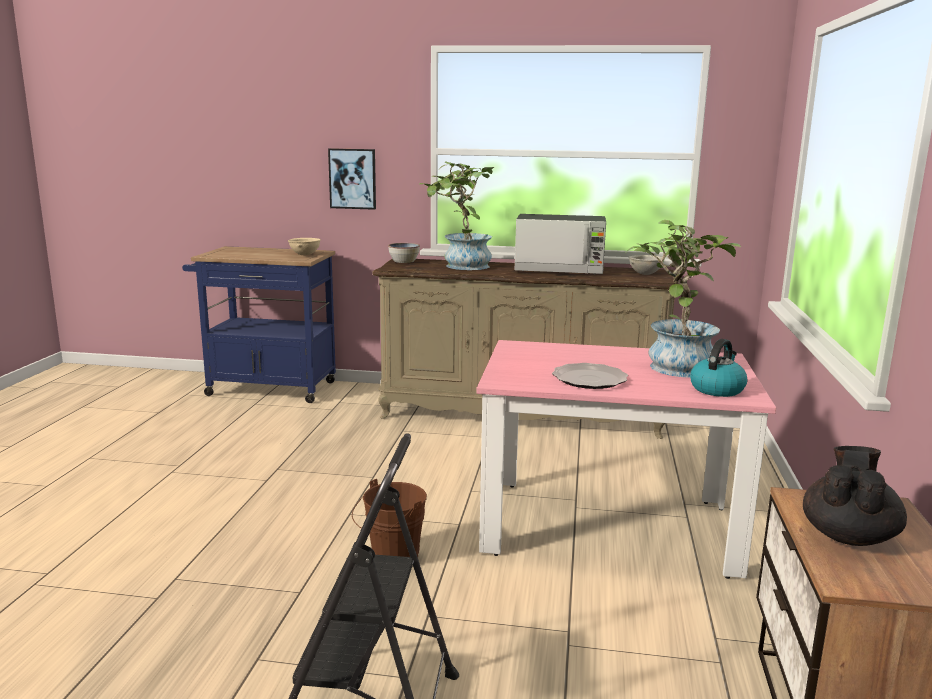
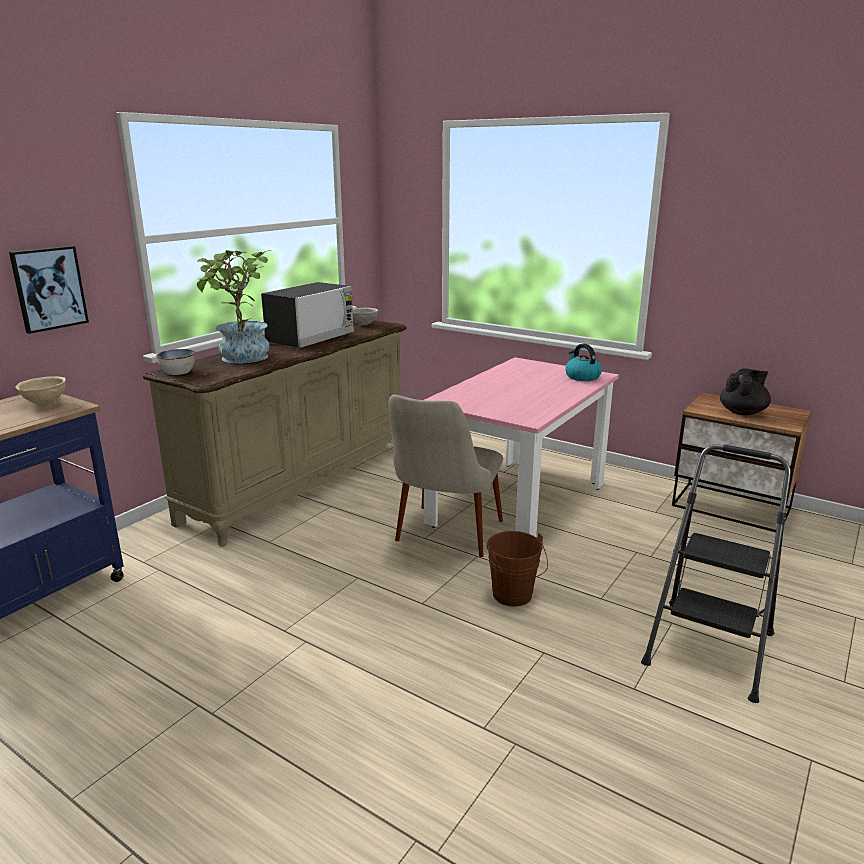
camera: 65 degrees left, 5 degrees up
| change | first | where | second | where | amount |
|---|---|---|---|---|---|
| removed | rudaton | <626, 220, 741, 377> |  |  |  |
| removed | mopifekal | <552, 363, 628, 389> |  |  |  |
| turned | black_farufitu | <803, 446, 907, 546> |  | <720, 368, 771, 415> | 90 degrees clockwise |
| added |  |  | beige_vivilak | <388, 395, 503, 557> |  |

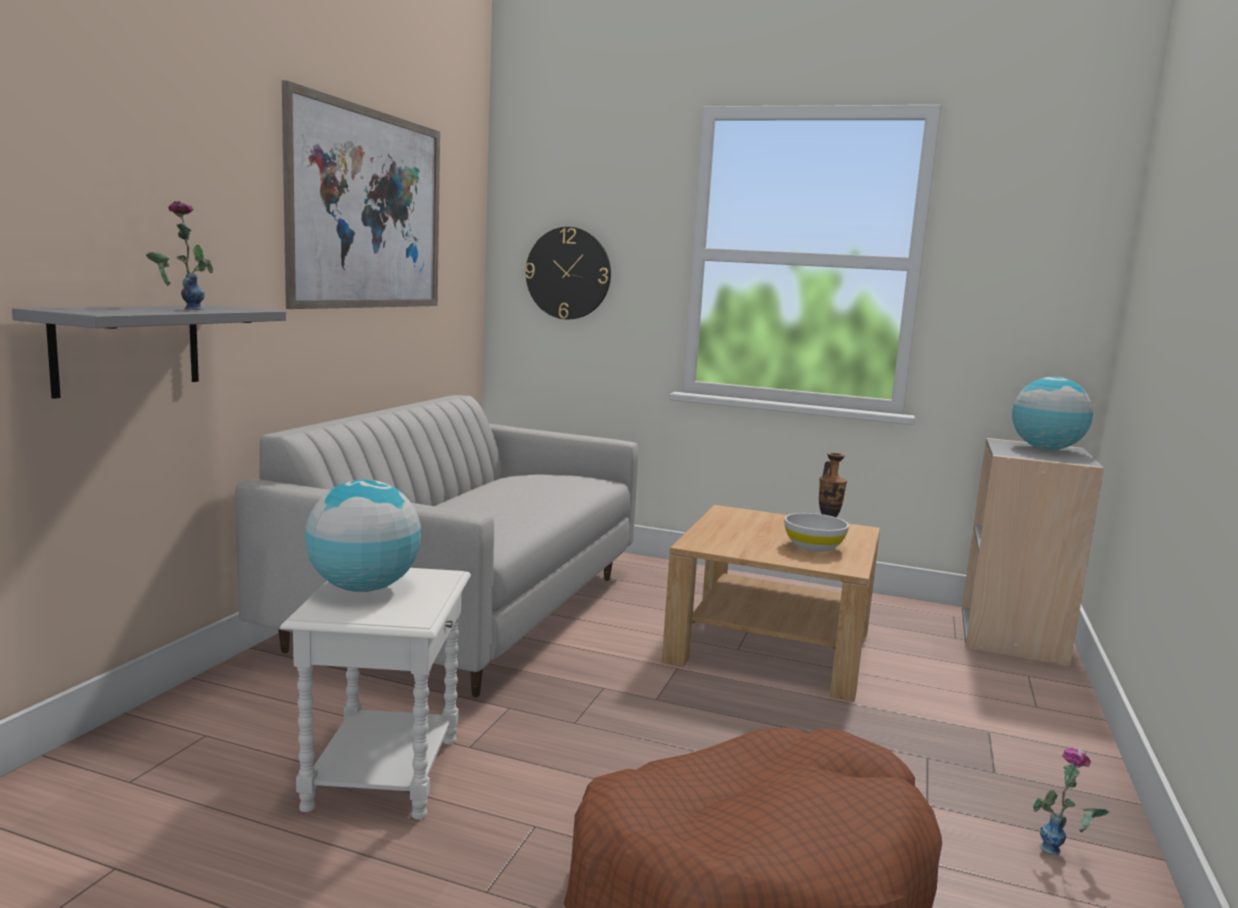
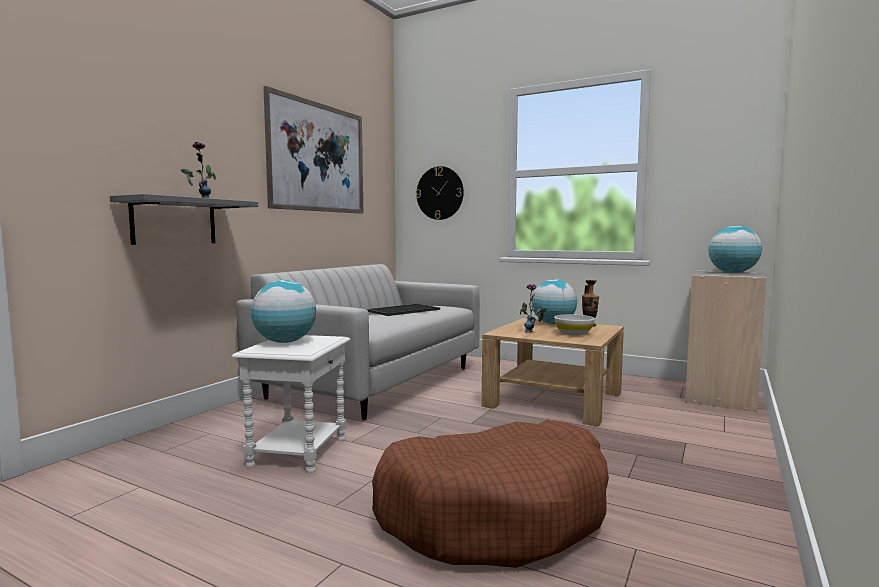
camera: 10 degrees right, 5 degrees down
| change | first | where | second | where | amount |
|---|---|---|---|---|---|
| moved | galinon | <1033, 747, 1109, 855> |  | <520, 284, 547, 332> |  |
| added |  |  | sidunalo | <532, 279, 577, 324> |  |
| added |  |  | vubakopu | <366, 304, 440, 316> |  |

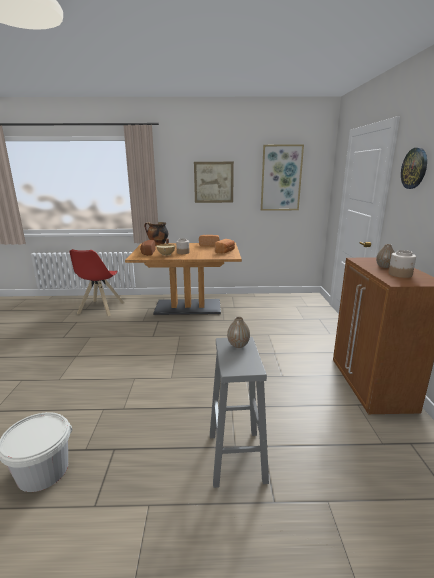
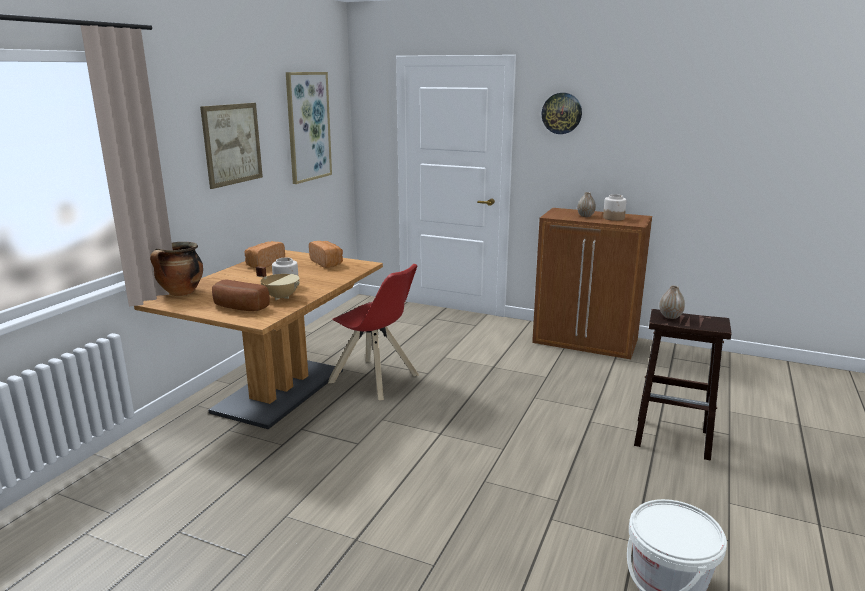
camera: 65 degrees left, 0 degrees up
| change | first | where | second | where | amount |
|---|---|---|---|---|---|
| moved | red_vivilak | <69, 249, 124, 316> |  | <328, 264, 419, 400> |  |
| recoloured | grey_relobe | <210, 337, 269, 488> | brown_relobe | <634, 309, 732, 460> |  |

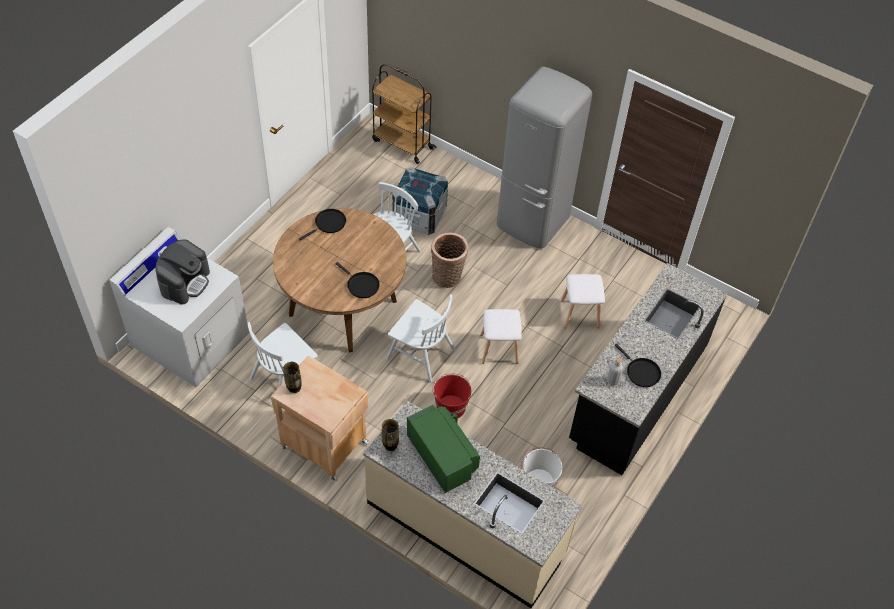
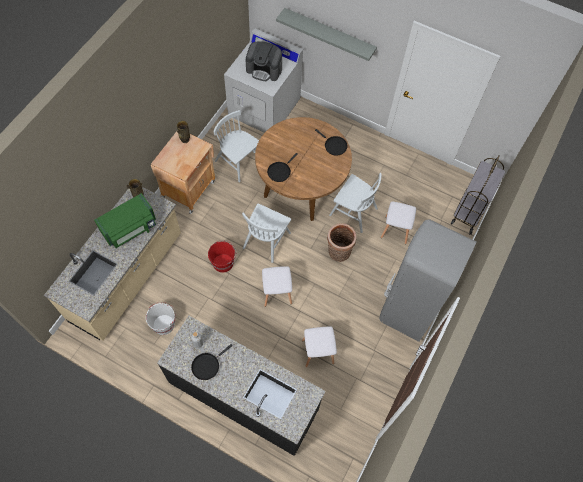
camera: 85 degrees right, 10 degrees up
| change | first | where | second | where | amount |
|---|---|---|---|---|---|
| recoloured | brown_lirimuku | <372, 64, 436, 164> | grey_lirimuku | <450, 155, 505, 235> |  |
| replaced | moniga | <392, 167, 448, 235> | white_relobe | <381, 201, 416, 244> |  |
| added |  |  | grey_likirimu | <276, 8, 377, 61> |  |

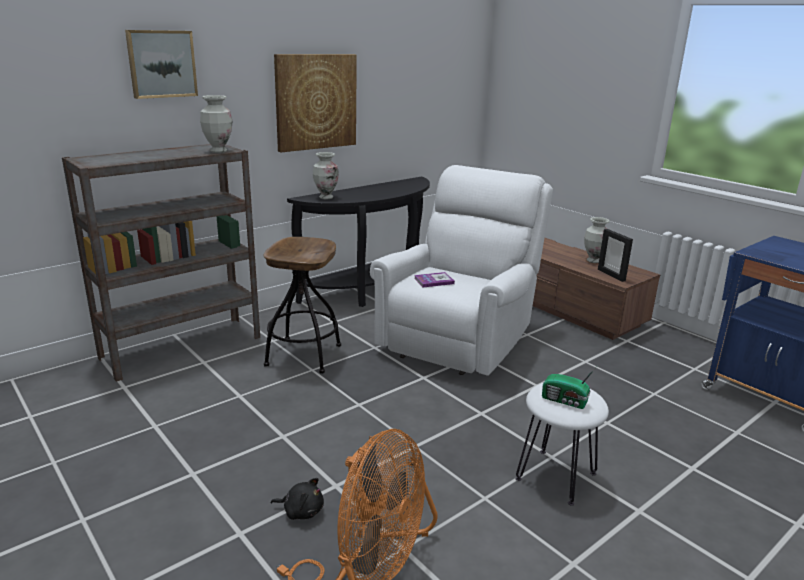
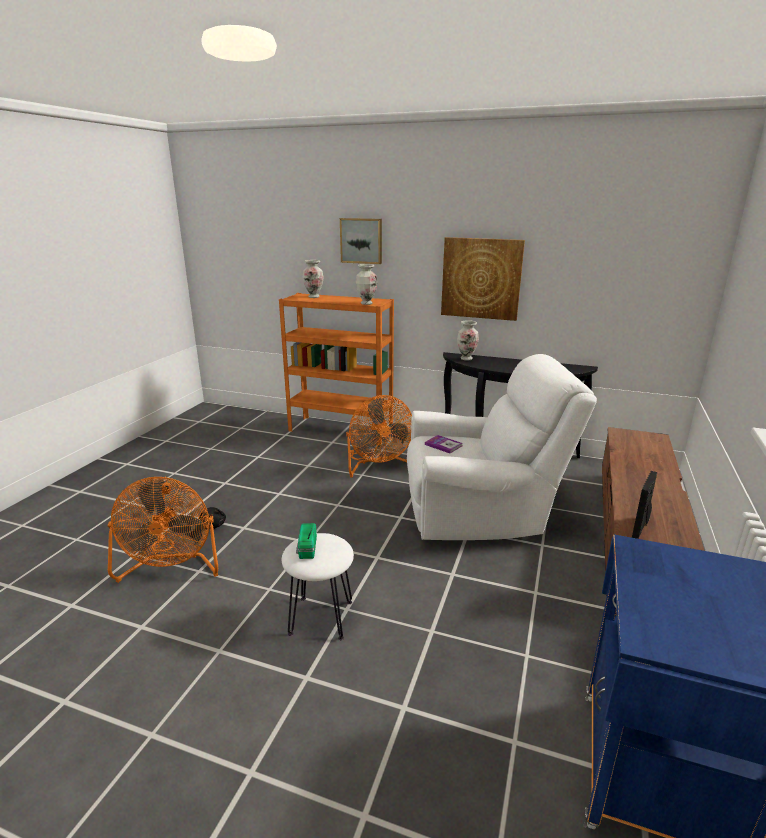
camera: 60 degrees right, 0 degrees up
| change | first | where | second | where | amount |
|---|---|---|---|---|---|
| recoloured | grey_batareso | <62, 144, 260, 382> | orange_batareso | <279, 293, 394, 444> |  |
| moved | galinon | <584, 217, 610, 263> |  | <303, 260, 324, 298> |  |
| replaced | brown_relobe | <263, 237, 341, 374> | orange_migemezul | <346, 395, 412, 478> |  |

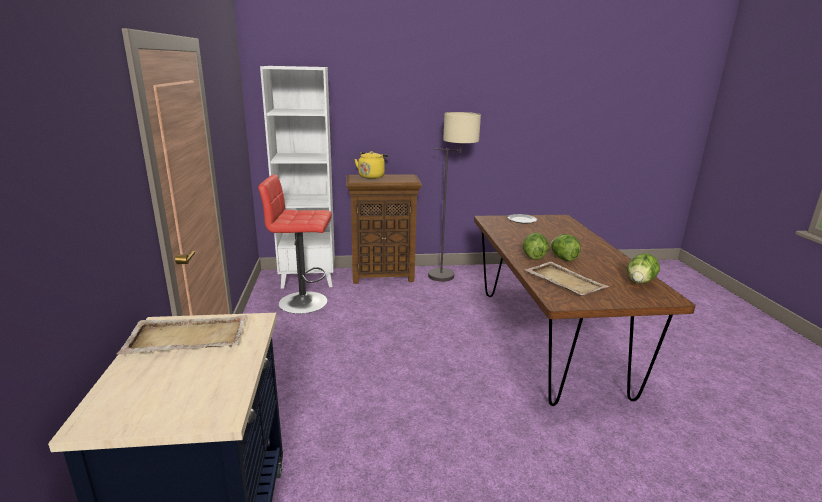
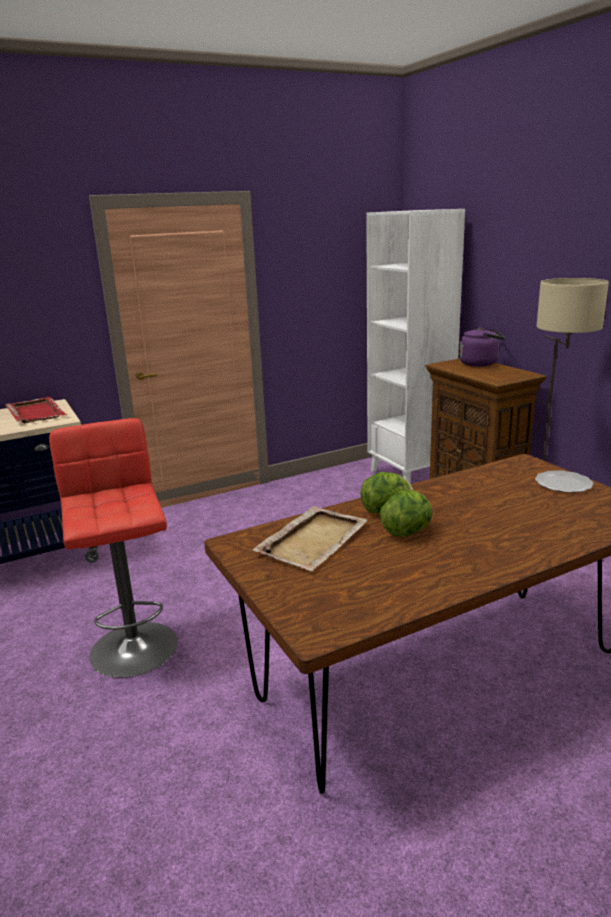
camera: 70 degrees right, 0 degrees up
| change | first | where | second | where | amount |
|---|---|---|---|---|---|
| recoloured | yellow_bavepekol | <355, 151, 389, 179> | purple_bavepekol | <459, 327, 505, 367> |  |
| moved | red_relobe | <258, 175, 332, 314> |  | <49, 418, 178, 678> |  |
| removed | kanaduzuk | <627, 253, 660, 284> |  |  |  |
| recoloured | beige_vubakopu | <117, 315, 247, 354> | red_vubakopu | <5, 397, 67, 423> |  |

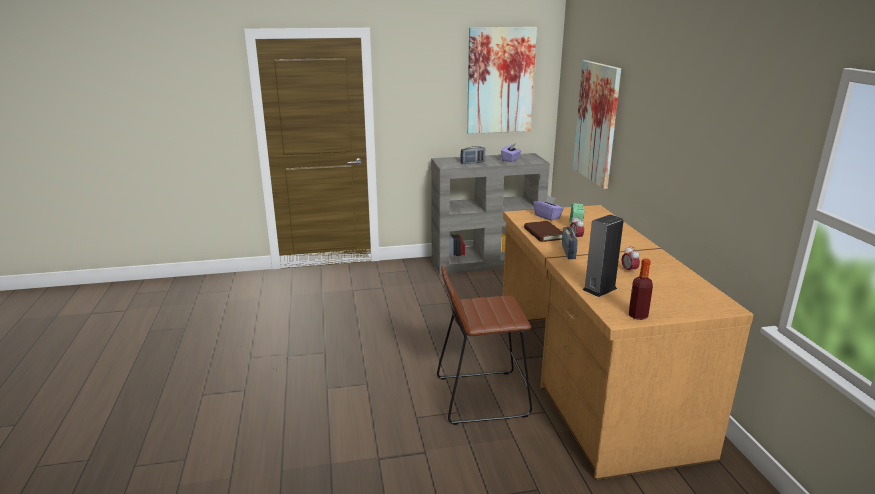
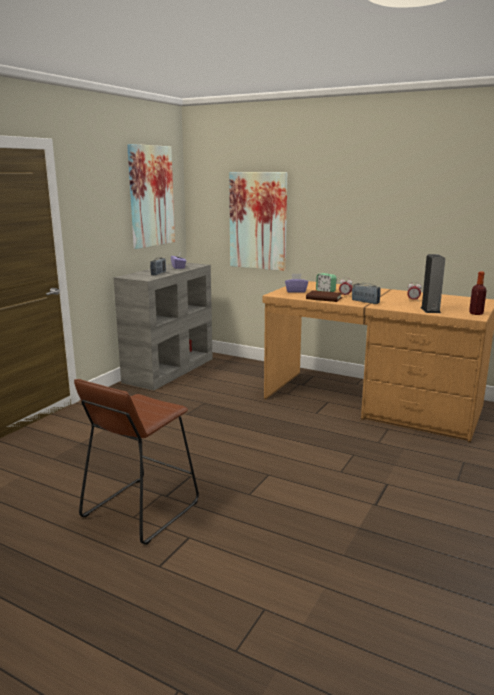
camera: 50 degrees left, 5 degrees down
| change | first | where | second | where | amount |
|---|---|---|---|---|---|
| moved | brown_relobe | <437, 265, 532, 425> |  | <74, 379, 199, 545> |  |

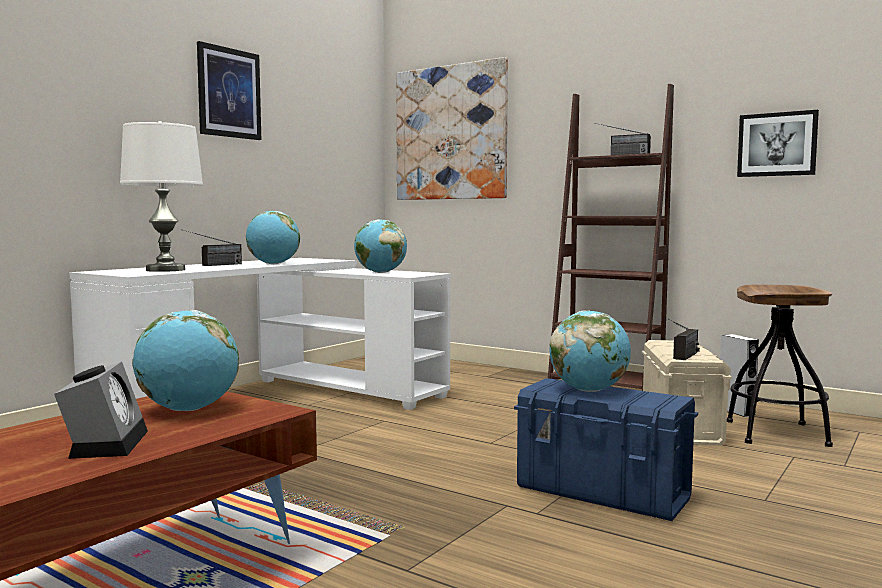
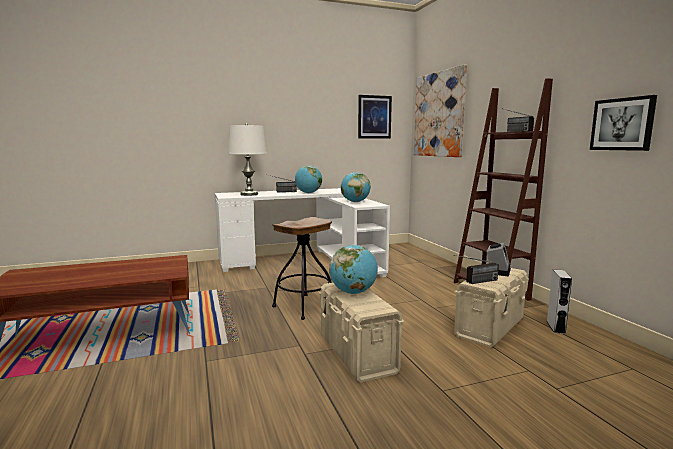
camera: 35 degrees right, 5 degrees up
| change | first | where | second | where | amount |
|---|---|---|---|---|---|
| moved | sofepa | <197, 41, 261, 140> |  | <358, 95, 392, 139> |  |
| moved | brown_relobe | <727, 284, 833, 447> |  | <272, 217, 332, 320> |  |
| removed | sidunalo | <132, 310, 239, 411> |  |  |  |
| moved | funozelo | <54, 362, 148, 459> |  | <487, 243, 511, 277> |  |
| recoloured | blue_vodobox | <514, 378, 698, 521> | beige_vodobox | <319, 283, 405, 383> |  |

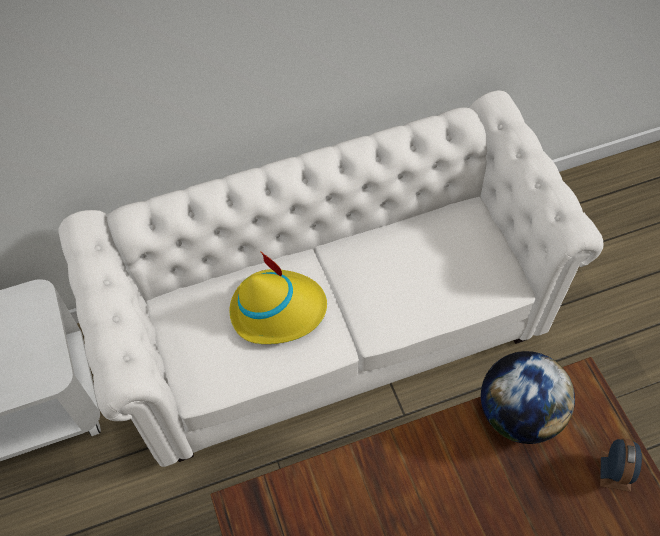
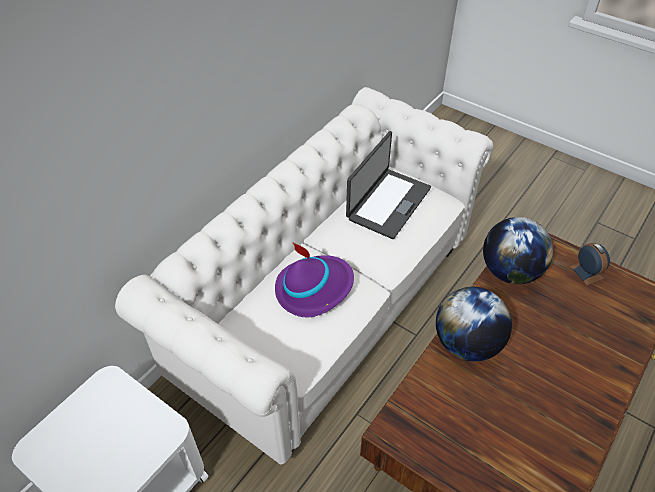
camera: 35 degrees left, 10 degrees down
| change | first | where | second | where | amount |
|---|---|---|---|---|---|
| recoloured | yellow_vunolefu | <230, 251, 327, 344> | purple_vunolefu | <275, 242, 354, 317> |  |
| added |  |  | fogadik | <346, 131, 431, 239> |  |
| added |  |  | sidunalo | <436, 287, 512, 361> |  |

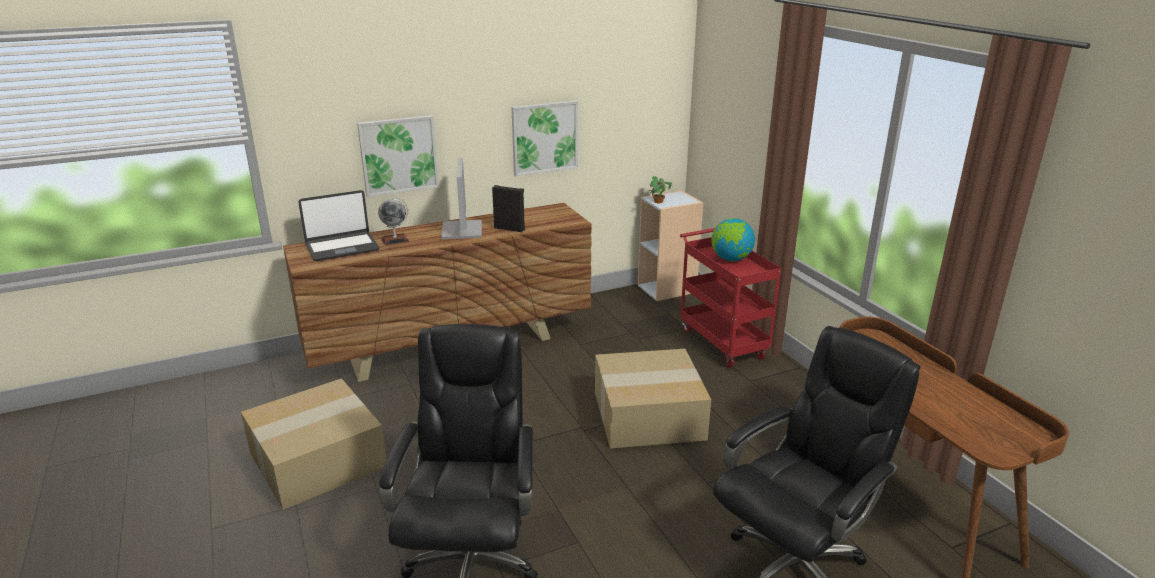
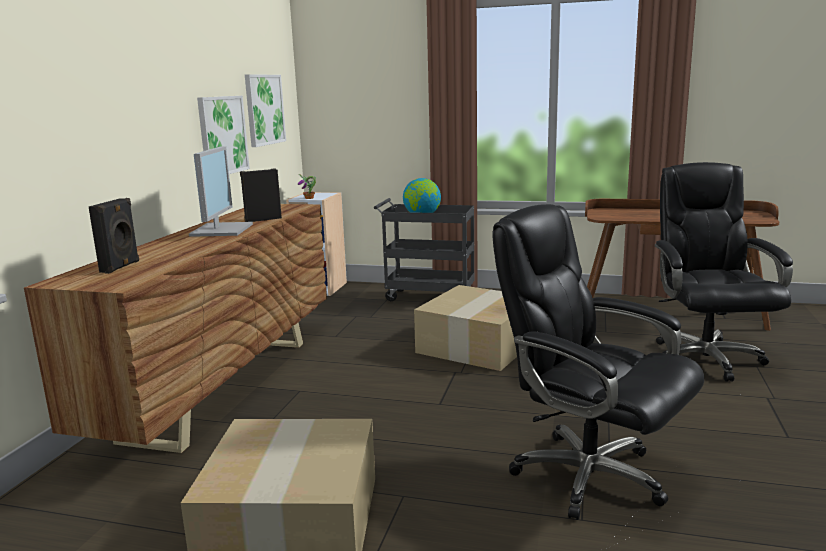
camera: 50 degrees left, 10 degrees down
| change | first | where | second | where | amount |
|---|---|---|---|---|---|
| moved | sofepa | <357, 115, 439, 197> |  | <245, 74, 286, 147> |  |
| turned | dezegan | <441, 158, 482, 239> |  | <189, 146, 253, 237> | 120 degrees counterclockwise |
| replaced | fogadik | <298, 190, 379, 261> | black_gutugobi | <89, 198, 139, 274> |  |
| removed | sidunalo | <378, 197, 409, 245> |  |  |  |
| recoloured | red_lirimuku | <680, 228, 781, 368> | grey_lirimuku | <374, 198, 475, 301> |  |

